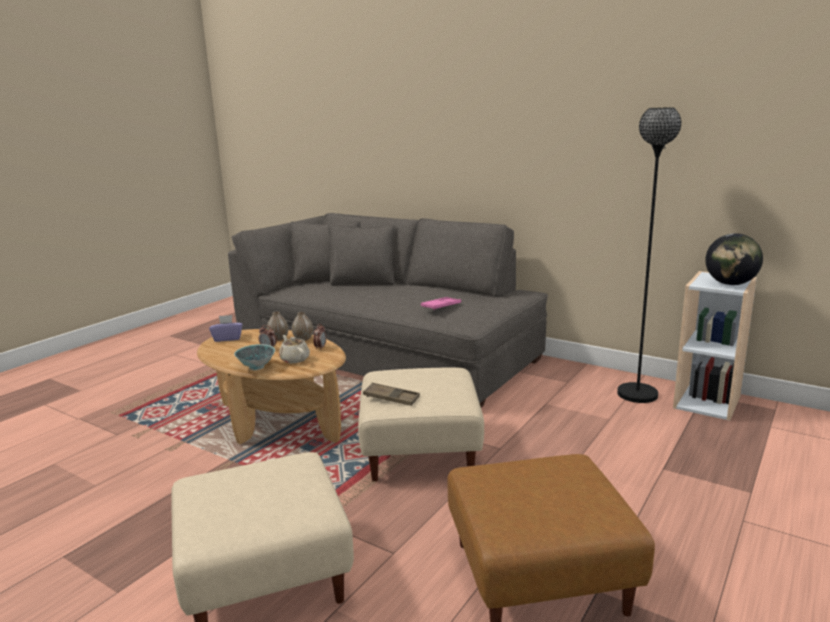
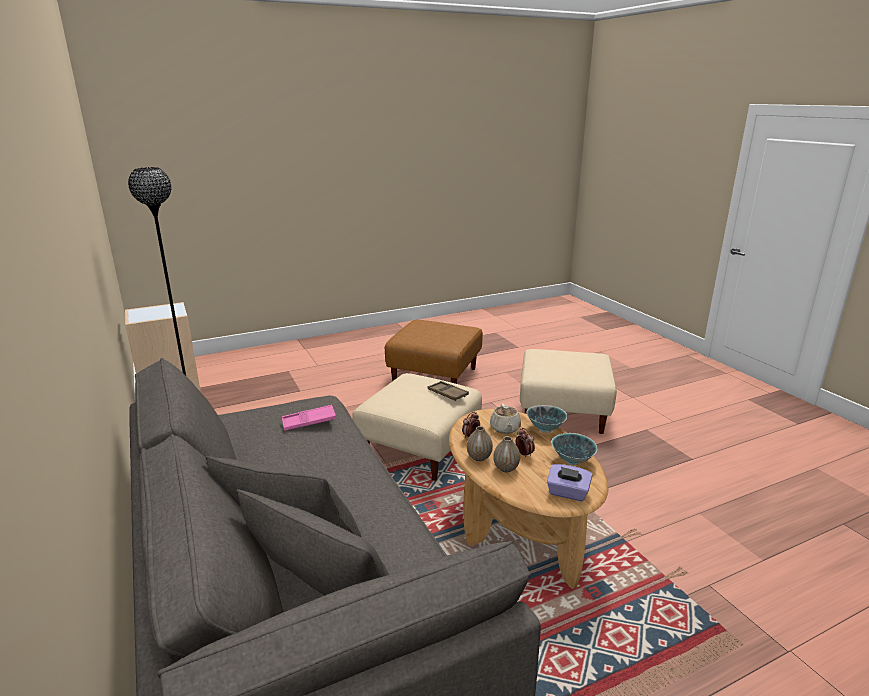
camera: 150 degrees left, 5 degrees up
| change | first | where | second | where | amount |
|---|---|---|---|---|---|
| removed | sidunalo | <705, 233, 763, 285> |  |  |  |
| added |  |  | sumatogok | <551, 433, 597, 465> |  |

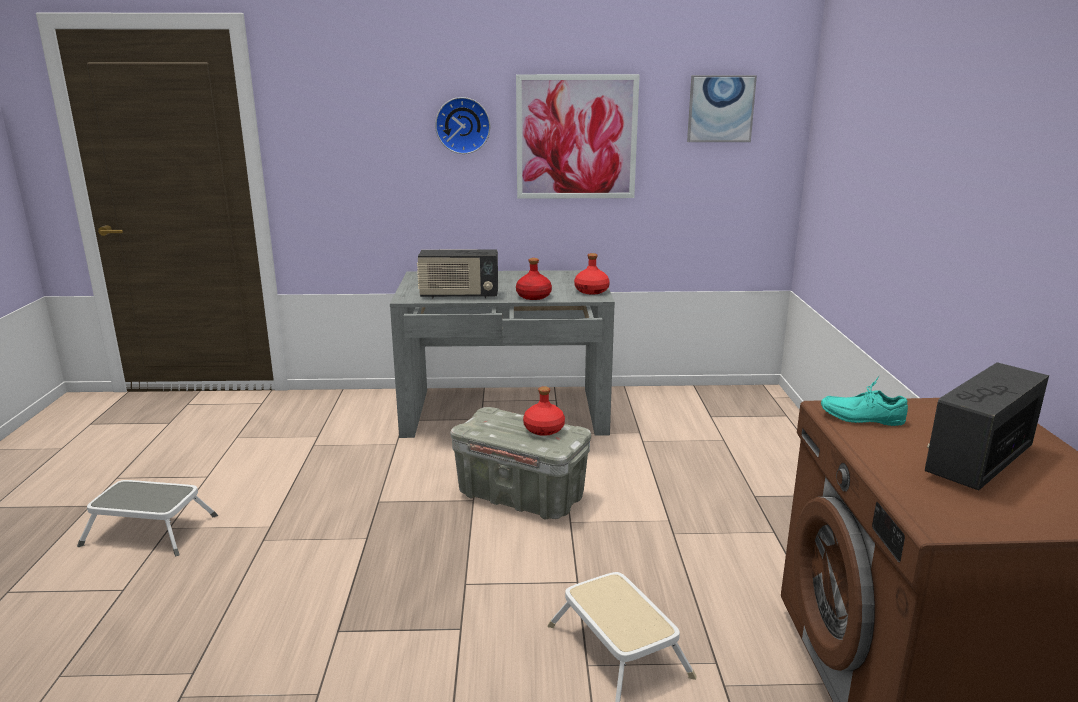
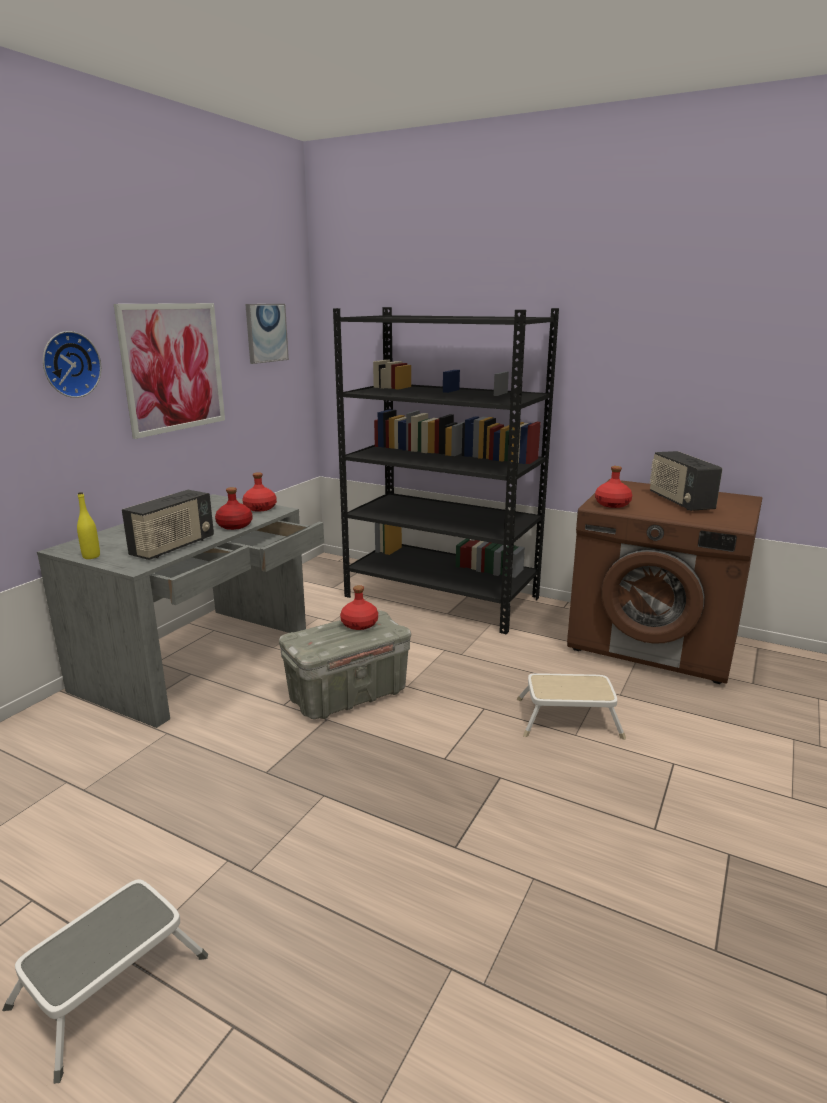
camera: 60 degrees left, 0 degrees up
| change | first | where | second | where | amount |
|---|---|---|---|---|---|
| replaced | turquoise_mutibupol | <821, 376, 908, 426> | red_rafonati | <595, 466, 632, 508> |  |
| added |  |  | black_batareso | <333, 307, 559, 634> |  |
| added |  |  | yellow_rafonati | <77, 492, 100, 559> |  |

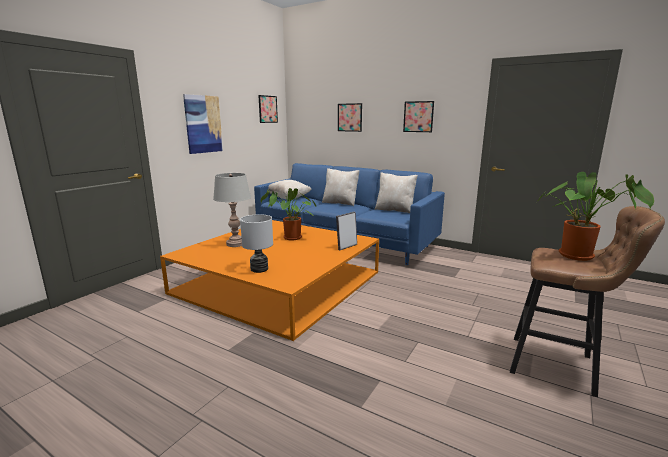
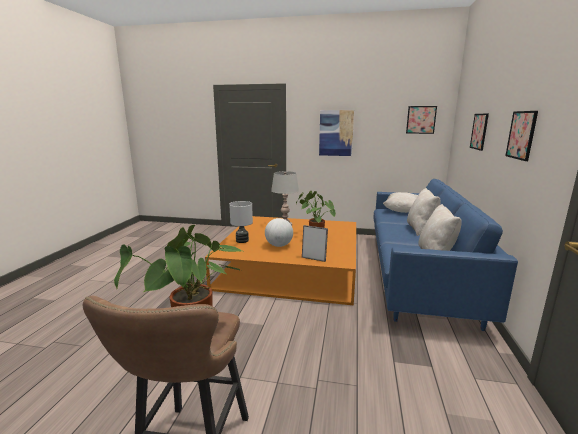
camera: 70 degrees right, 0 degrees up
| change | first | where | second | where | amount |
|---|---|---|---|---|---|
| added |  |  | sidunalo | <265, 218, 293, 247> |  |

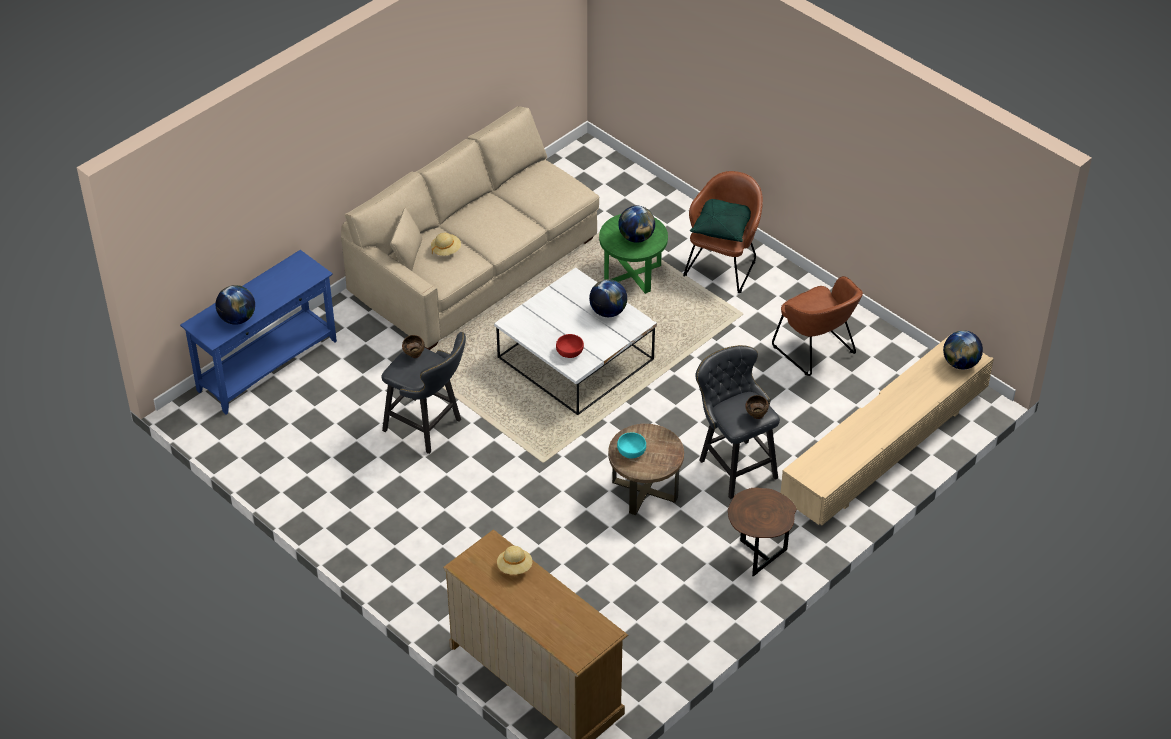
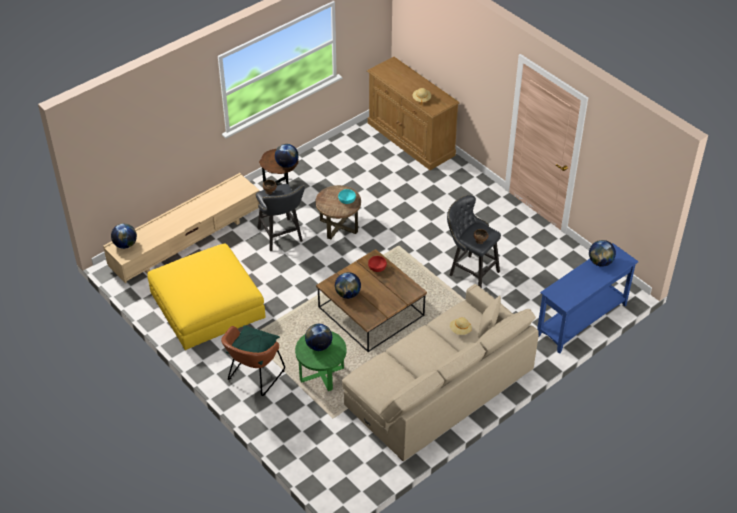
camera: 175 degrees left, 0 degrees up
| change | first | where | second | where | amount |
|---|---|---|---|---|---|
| recoloured | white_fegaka | <494, 267, 657, 415> | brown_fegaka | <316, 249, 427, 352> |  |
| replaced | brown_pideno | <772, 276, 863, 376> | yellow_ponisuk | <147, 243, 266, 350> |  |
| added |  |  | sidunalo | <275, 144, 299, 168> |  |

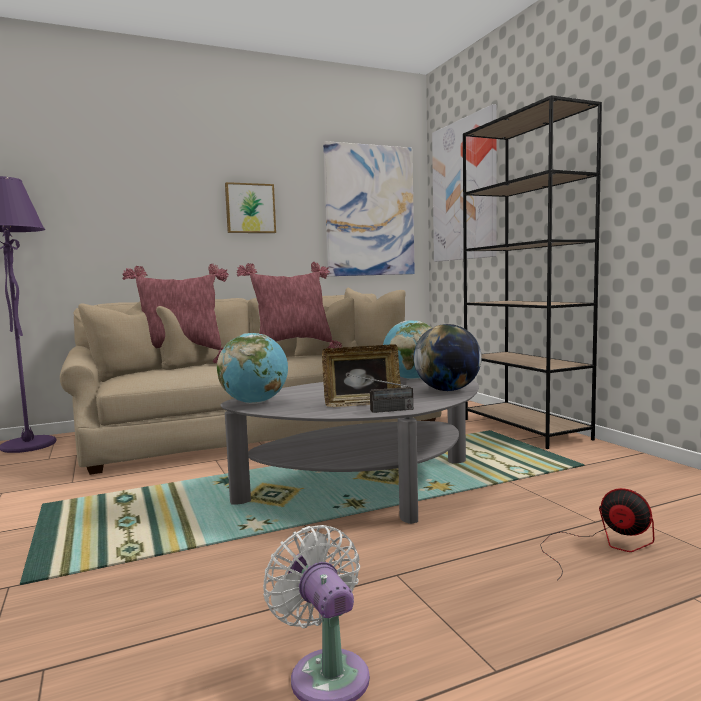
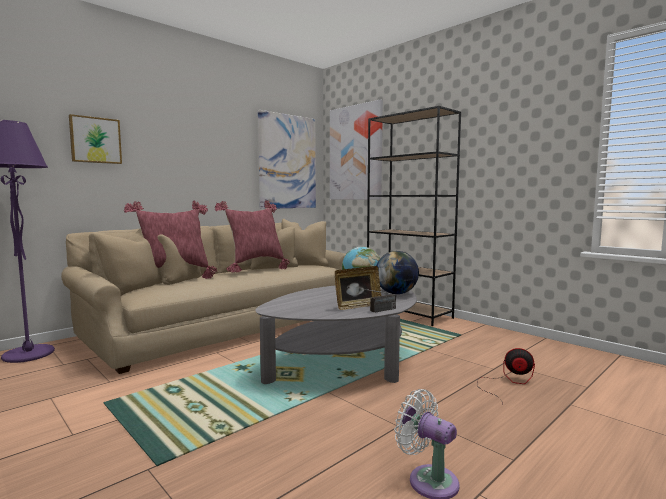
camera: 20 degrees left, 0 degrees up
| change | first | where | second | where | amount |
|---|---|---|---|---|---|
| moved | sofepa | <225, 182, 276, 233> |  | <69, 114, 122, 164> |  |
| removed | sidunalo | <217, 333, 288, 404> |  |  |  |

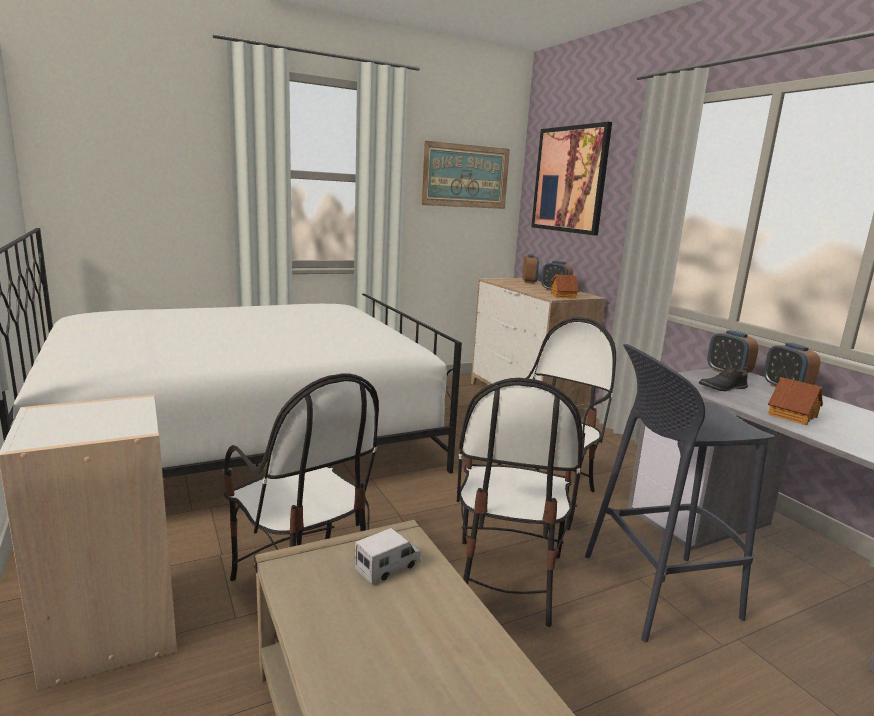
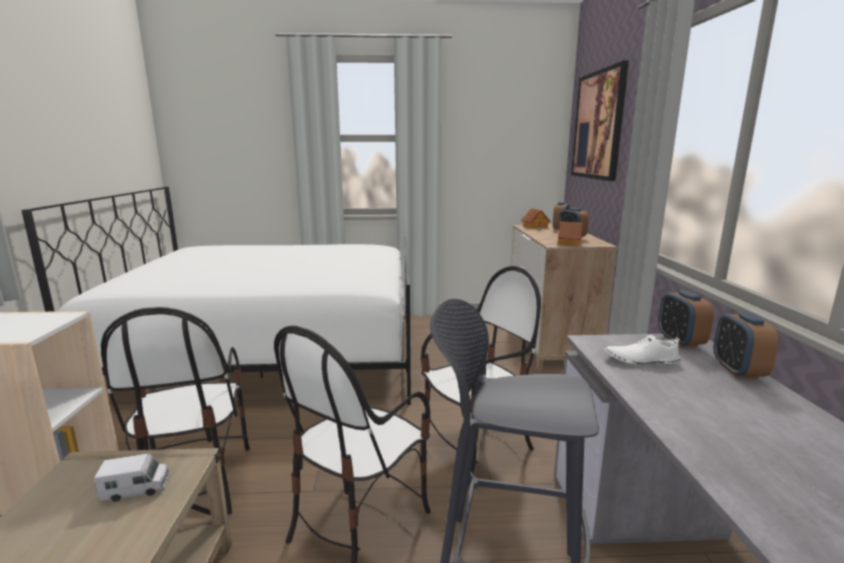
camera: 25 degrees right, 0 degrees up
| change | first | where | second | where | amount |
|---|---|---|---|---|---|
| removed | sofepa | <421, 140, 510, 209> |  |  |  |
| recoloured | black_mutibupol | <699, 367, 748, 391> | white_mutibupol | <605, 335, 680, 365> |  |
| moved | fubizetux | <768, 377, 823, 425> |  | <521, 208, 551, 229> |  |

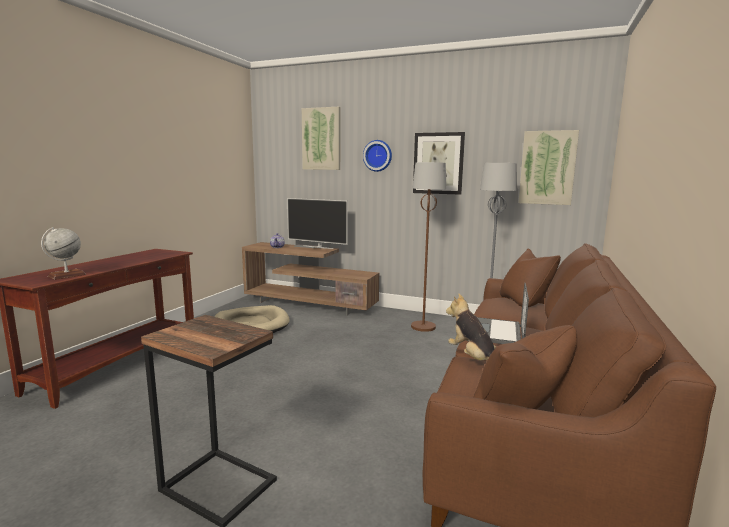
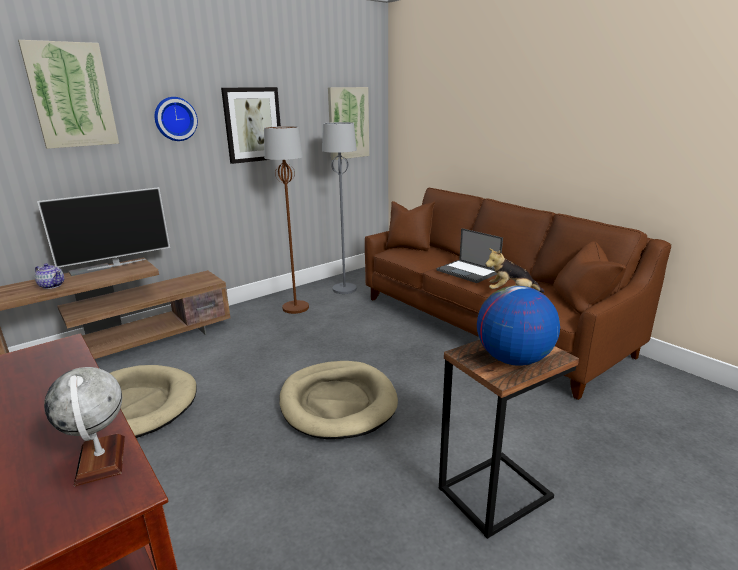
camera: 60 degrees left, 10 degrees up
| change | first | where | second | where | amount |
|---|---|---|---|---|---|
| added |  |  | sidunalo | <477, 286, 560, 366> |  |
| added |  |  | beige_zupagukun | <279, 361, 398, 439> |  |

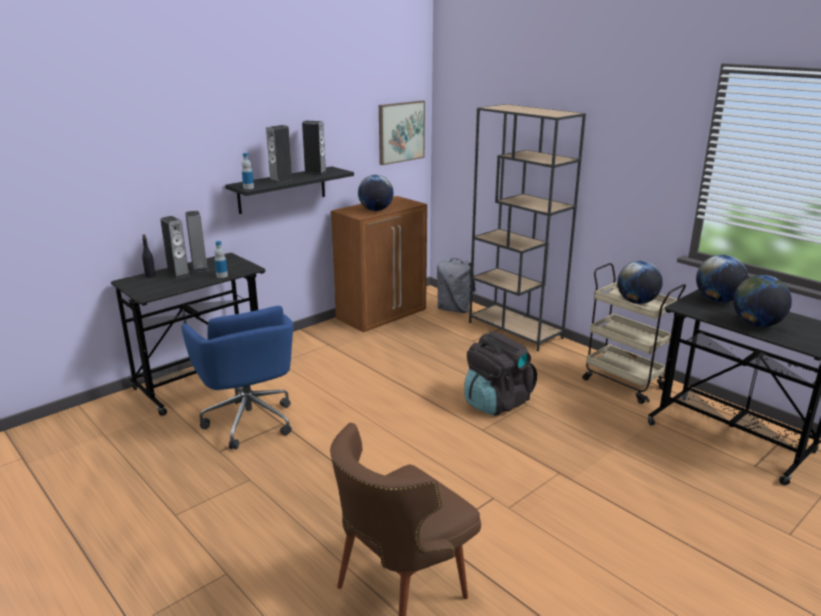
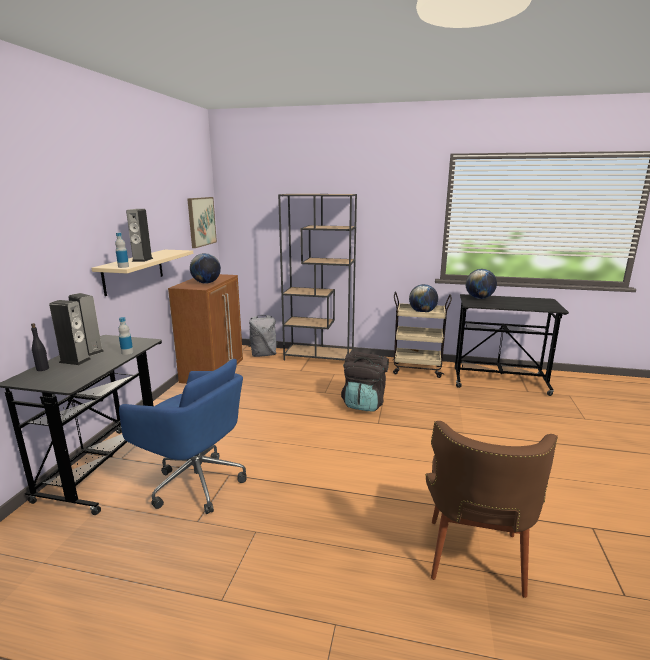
camera: 35 degrees left, 5 degrees down
| change | first | where | second | where | amount |
|---|---|---|---|---|---|
| removed | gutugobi | <302, 121, 327, 175> |  |  |  |
| recoloured | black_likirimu | <225, 166, 354, 214> | beige_likirimu | <92, 250, 193, 296> |  |
| removed | sidunalo | <733, 275, 792, 327> |  |  |  |

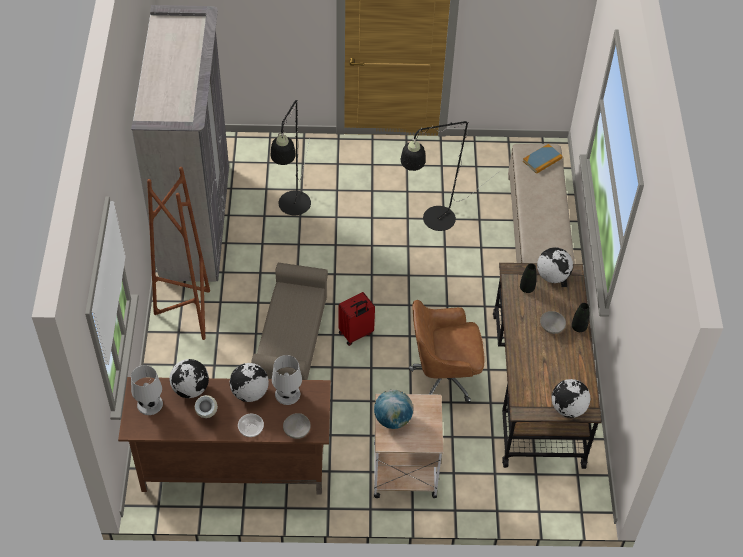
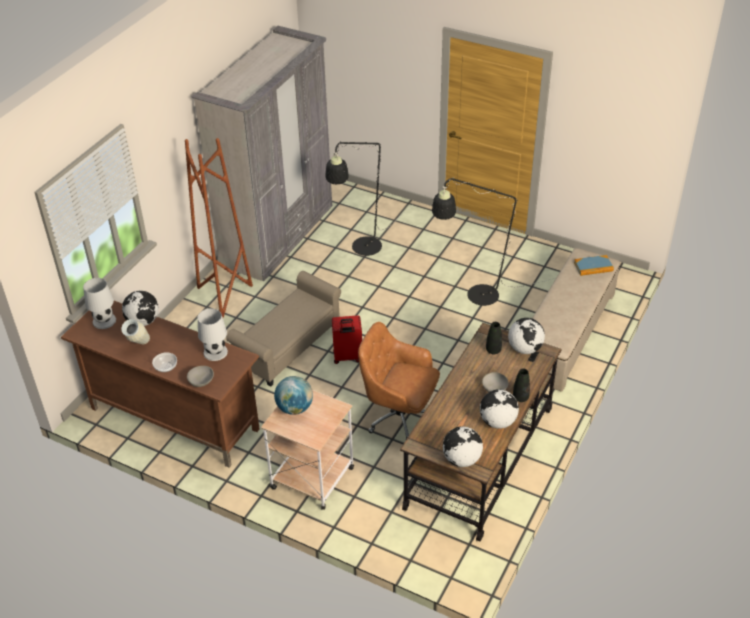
camera: 30 degrees right, 10 degrees down
| change | first | where | second | where | amount |
|---|---|---|---|---|---|
| moved | sidunalo | <230, 363, 269, 402> |  | <480, 389, 519, 429> |  |

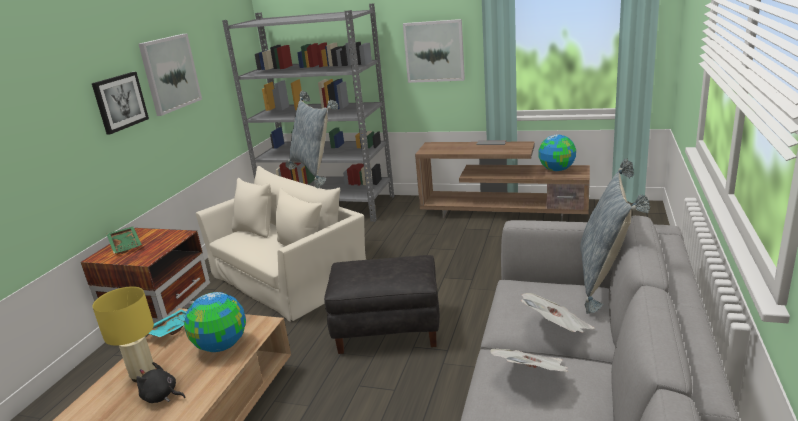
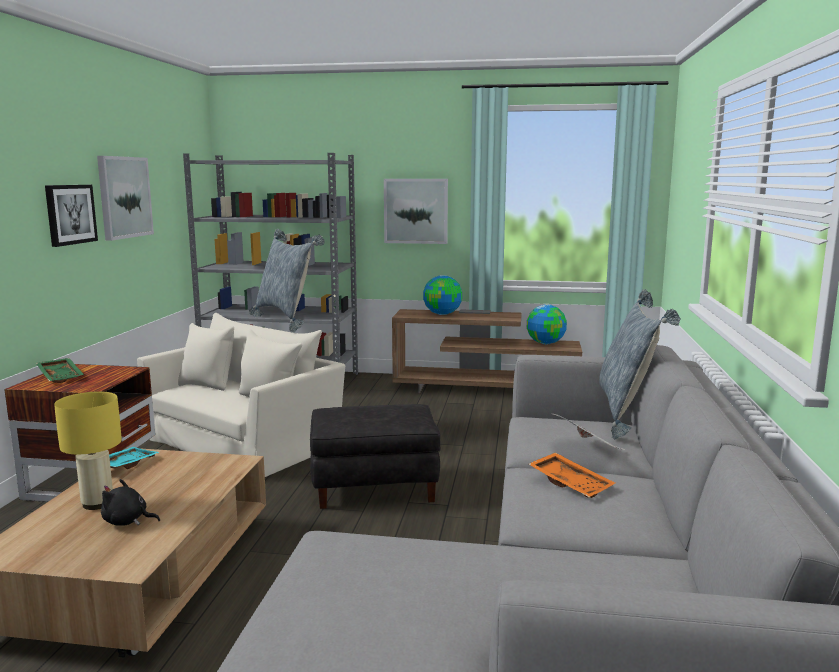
camera: 10 degrees left, 10 degrees down
| change | first | where | second | where | amount |
|---|---|---|---|---|---|
| moved | sidunalo | <184, 292, 246, 352> |  | <423, 275, 462, 315> |  |
| replaced | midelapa | <490, 349, 568, 372> | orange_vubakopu | <529, 452, 615, 498> |  |

